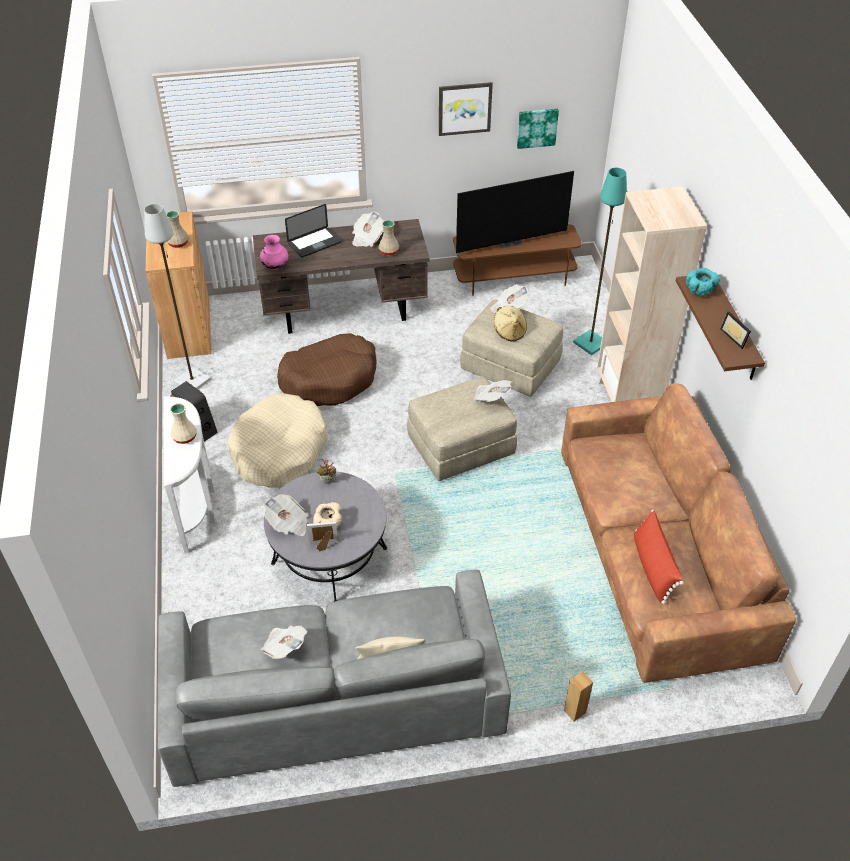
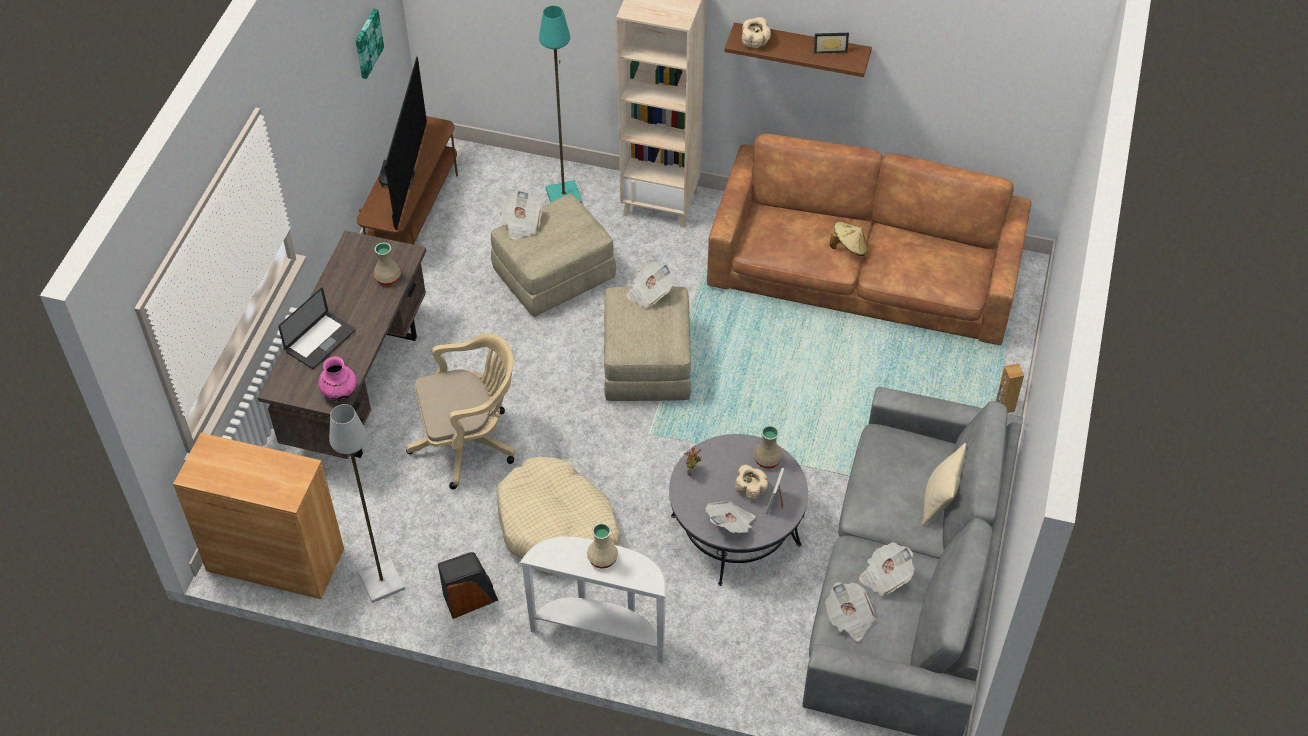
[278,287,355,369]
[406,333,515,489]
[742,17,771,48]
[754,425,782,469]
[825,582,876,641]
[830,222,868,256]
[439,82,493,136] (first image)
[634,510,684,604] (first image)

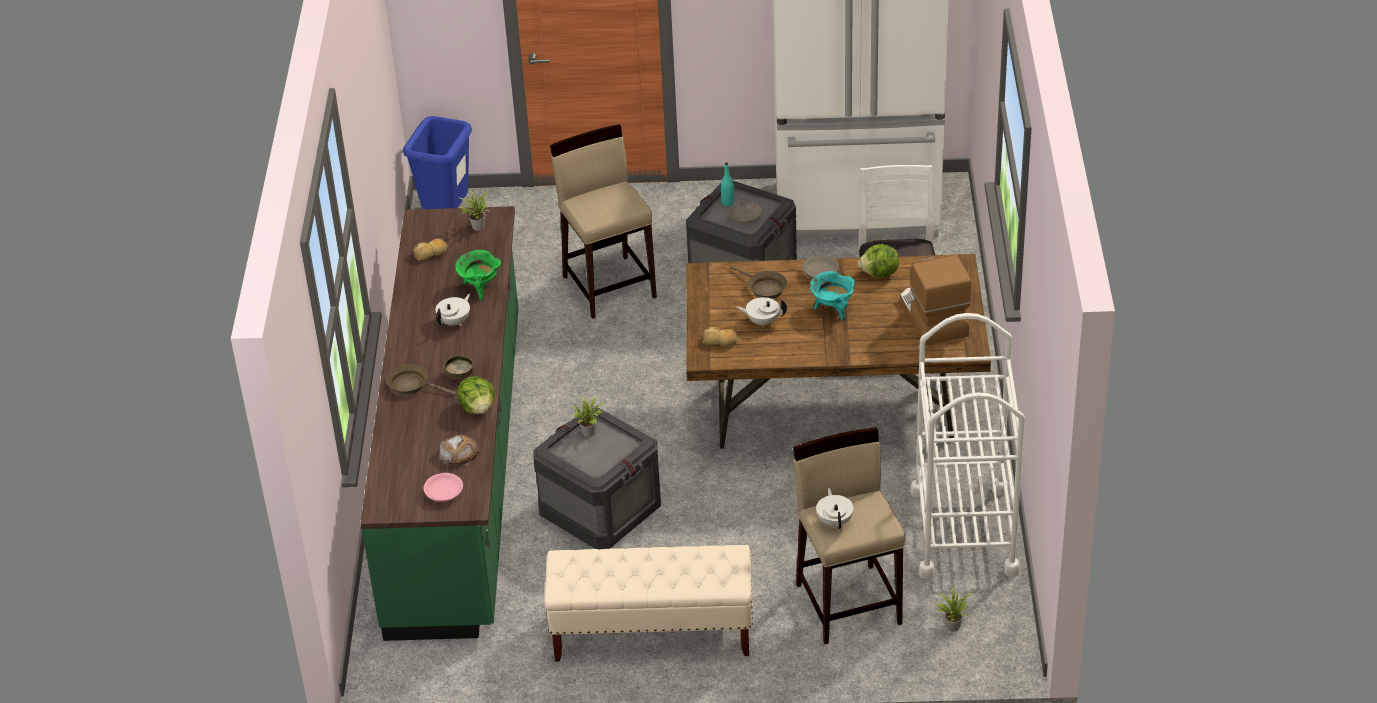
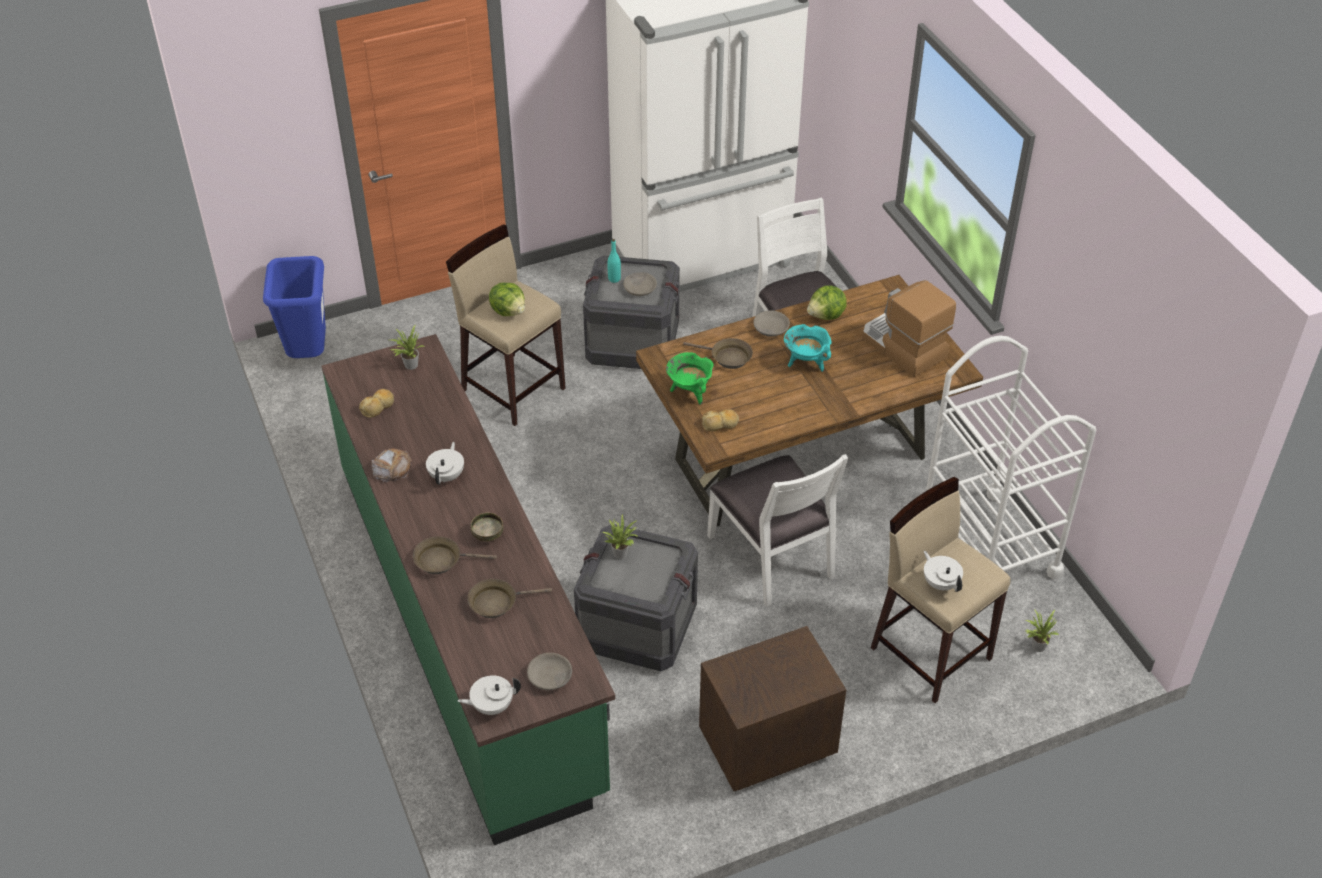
[371,448,412,482]
[458,675,521,715]
[467,579,552,618]
[489,283,525,316]
[527,653,572,690]
[666,352,713,405]
[699,626,846,791]
[707,454,848,607]

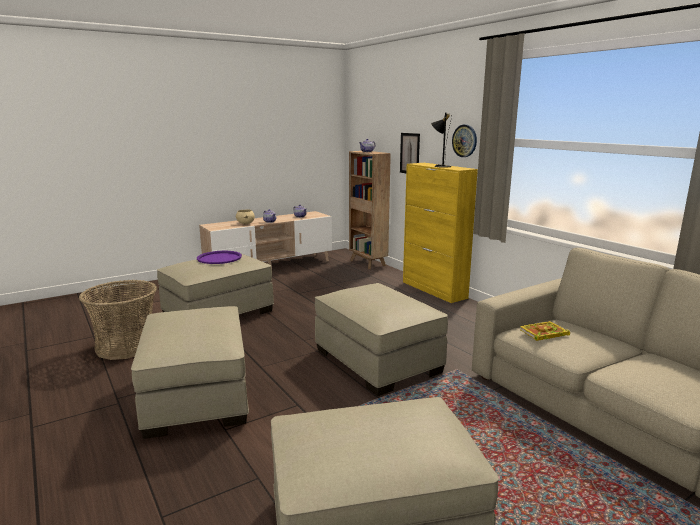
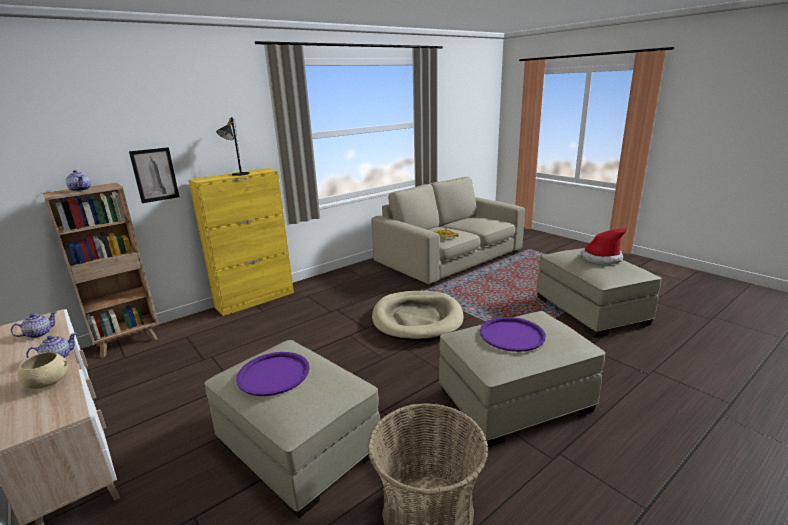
[372,291,464,341]
[480,317,546,352]
[580,228,627,265]
[452,125,477,157] (first image)

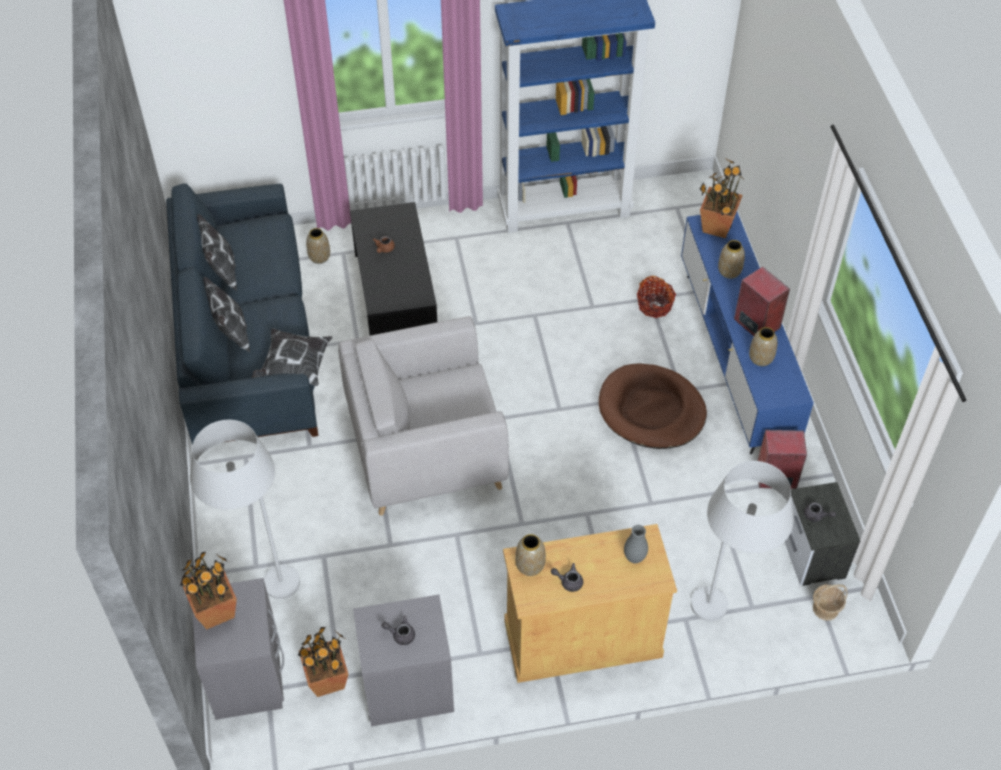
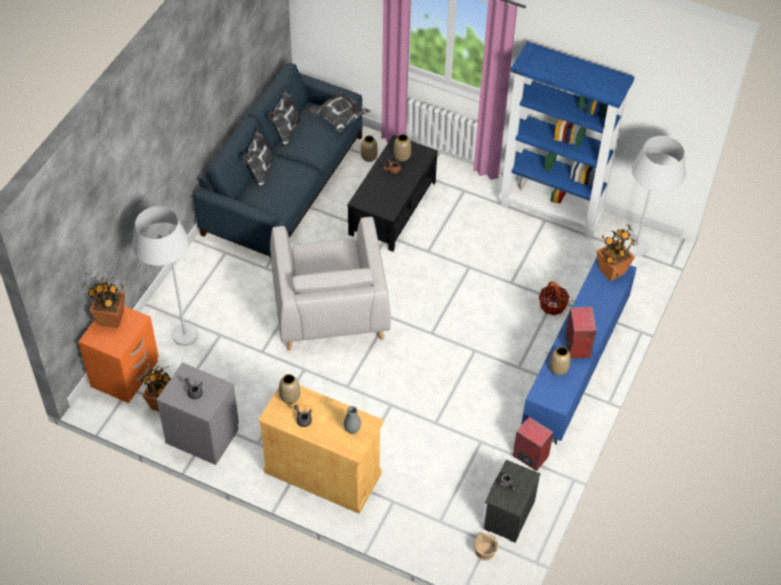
[78,306,159,403]
[270,217,391,351]
[308,92,371,132]
[394,134,411,162]
[625,136,686,256]
[599,363,707,449] (first image)

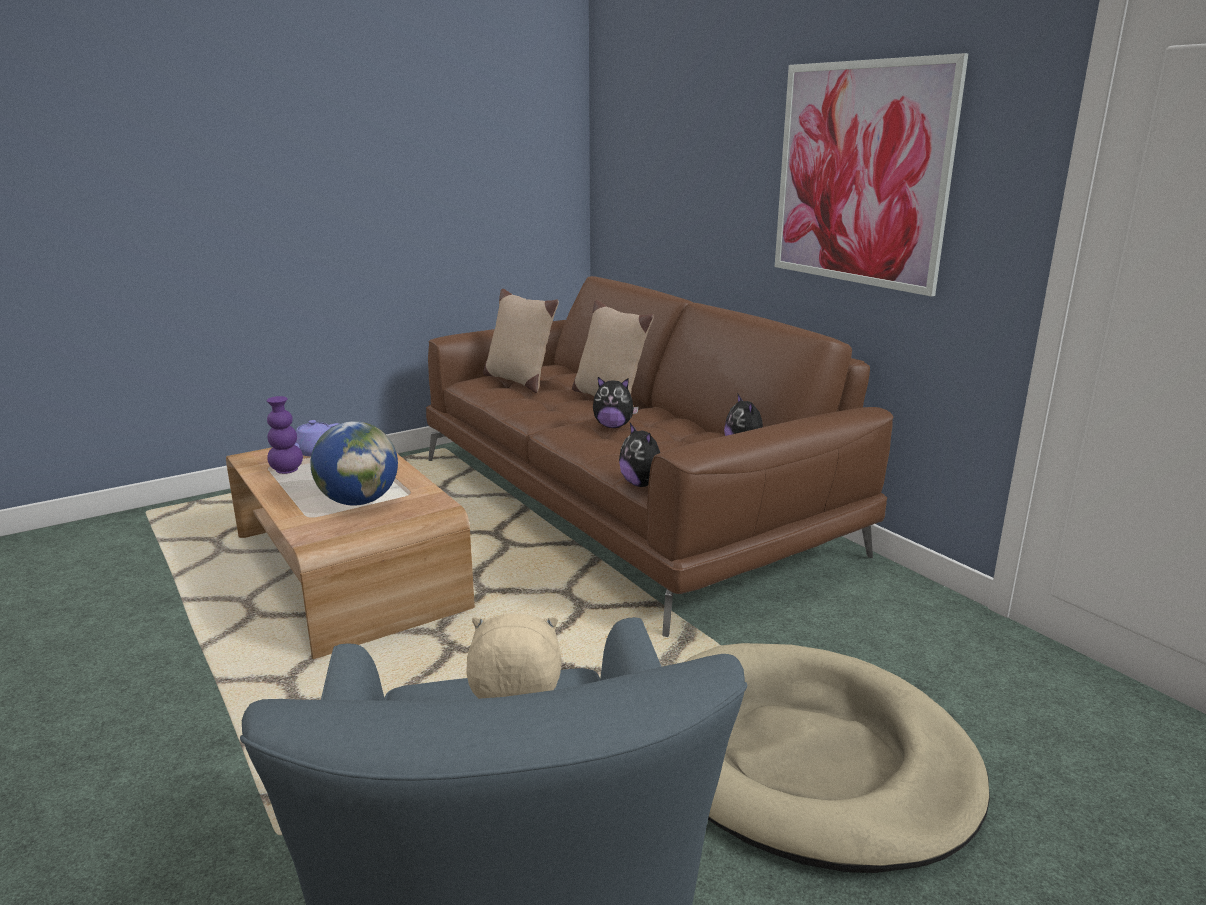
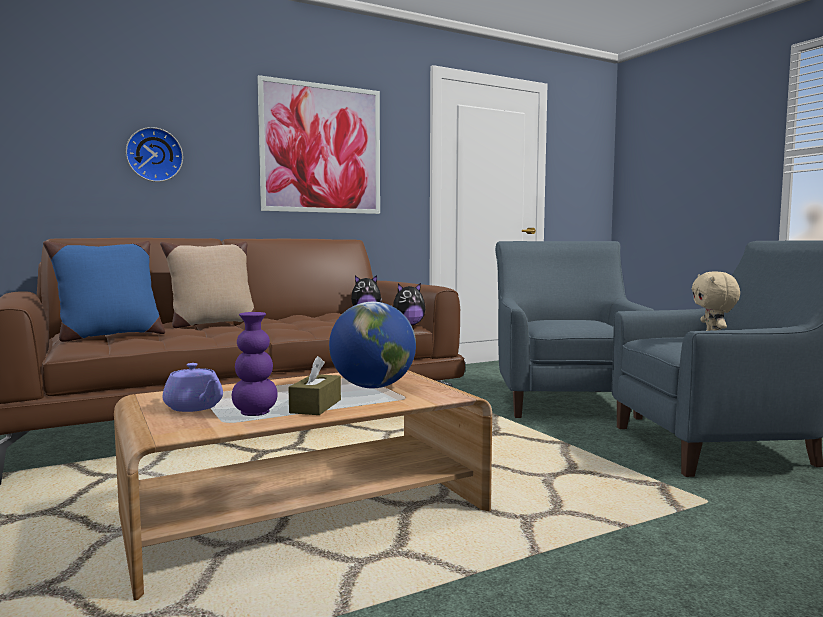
[43,241,165,342]
[126,127,183,182]
[289,356,341,415]
[495,241,654,419]
[593,377,639,428] (first image)

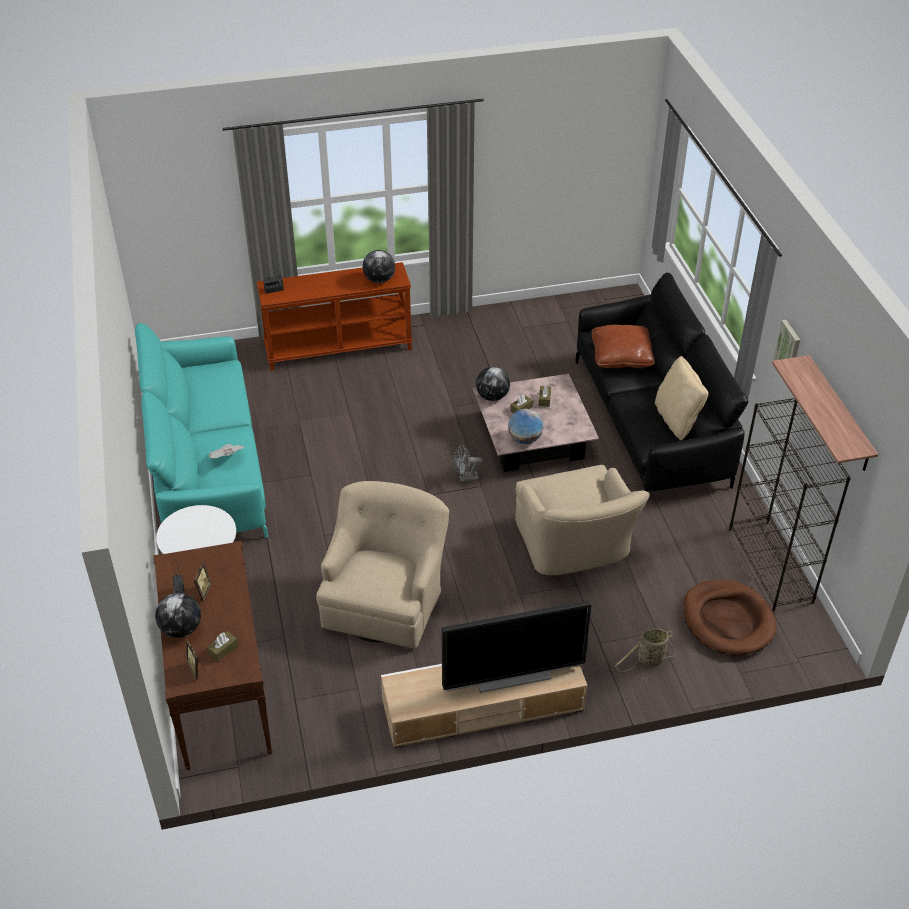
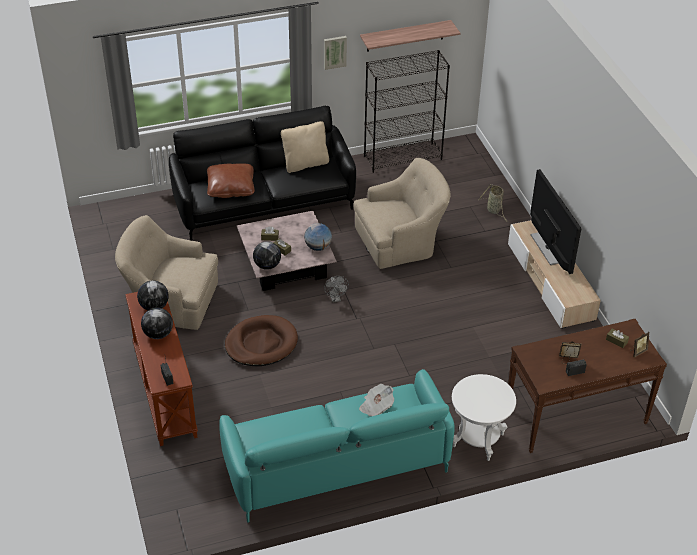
[115,215,218,330]
[141,308,173,339]
[225,315,298,366]

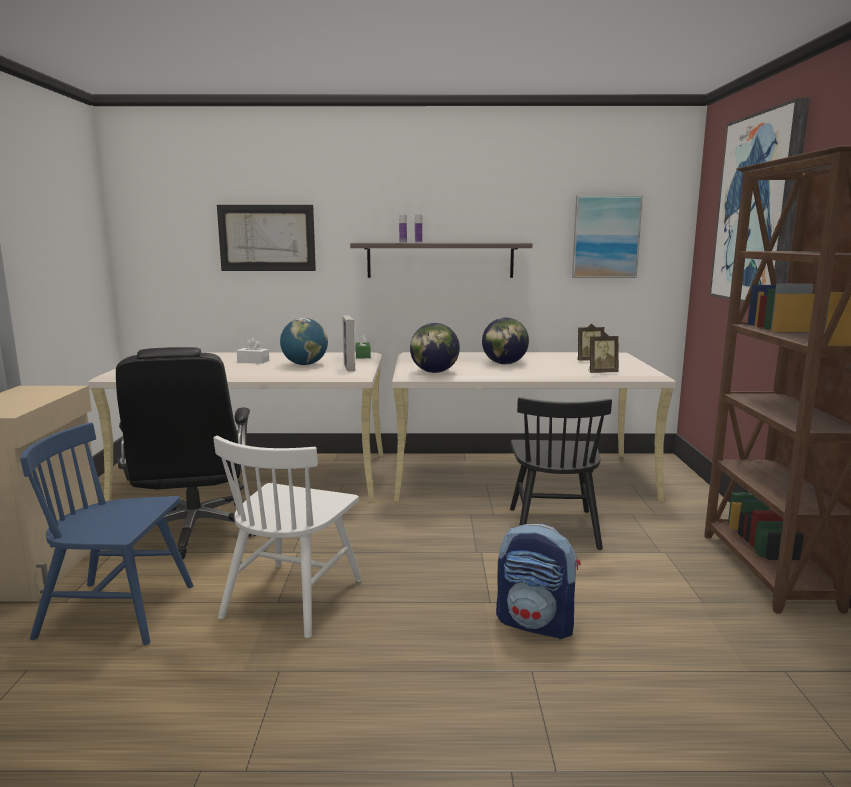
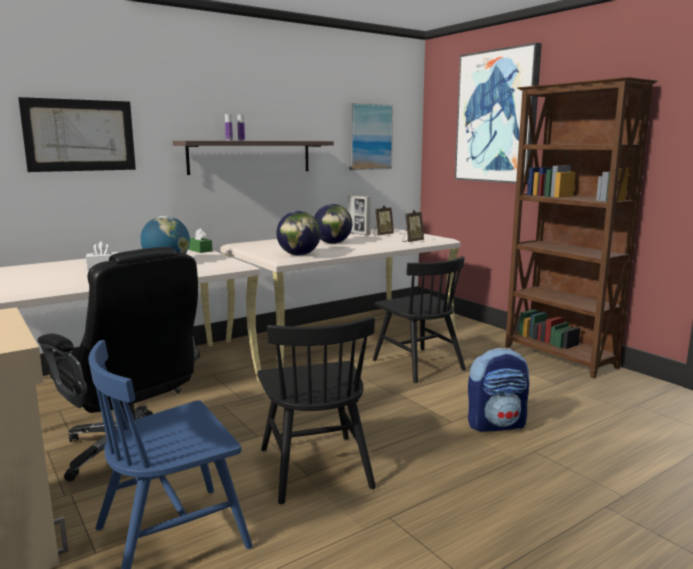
[257,316,376,504]
[348,195,371,235]

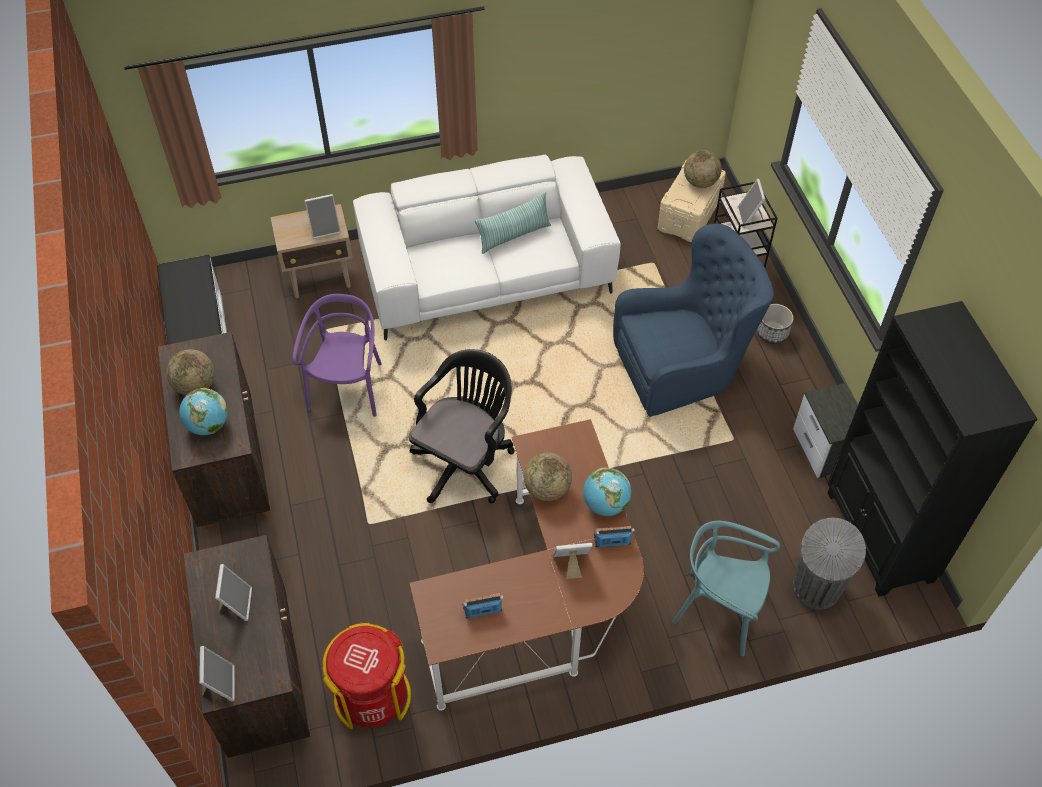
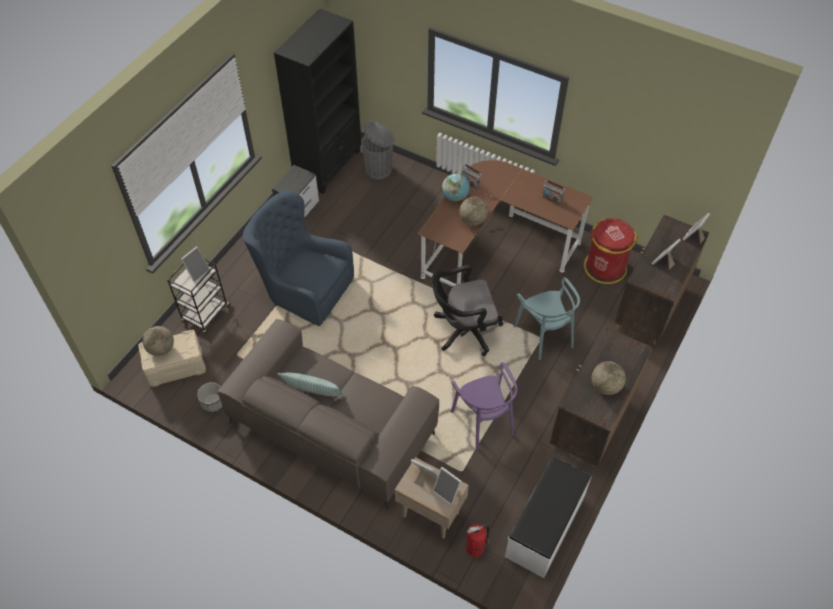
[197,382,223,413]
[218,319,439,509]
[433,467,461,505]
[451,362,517,450]
[466,524,489,557]
[514,277,580,360]
[179,388,228,435] (first image)

